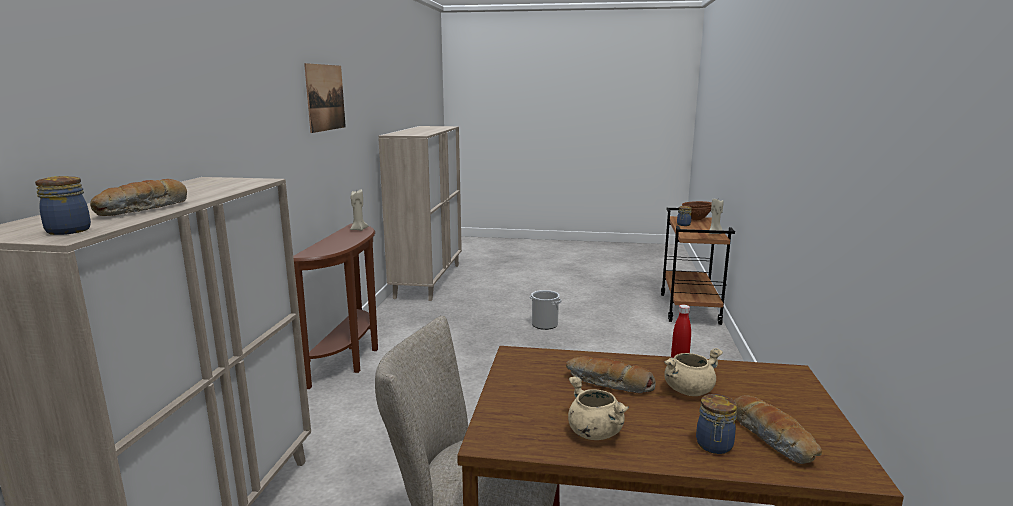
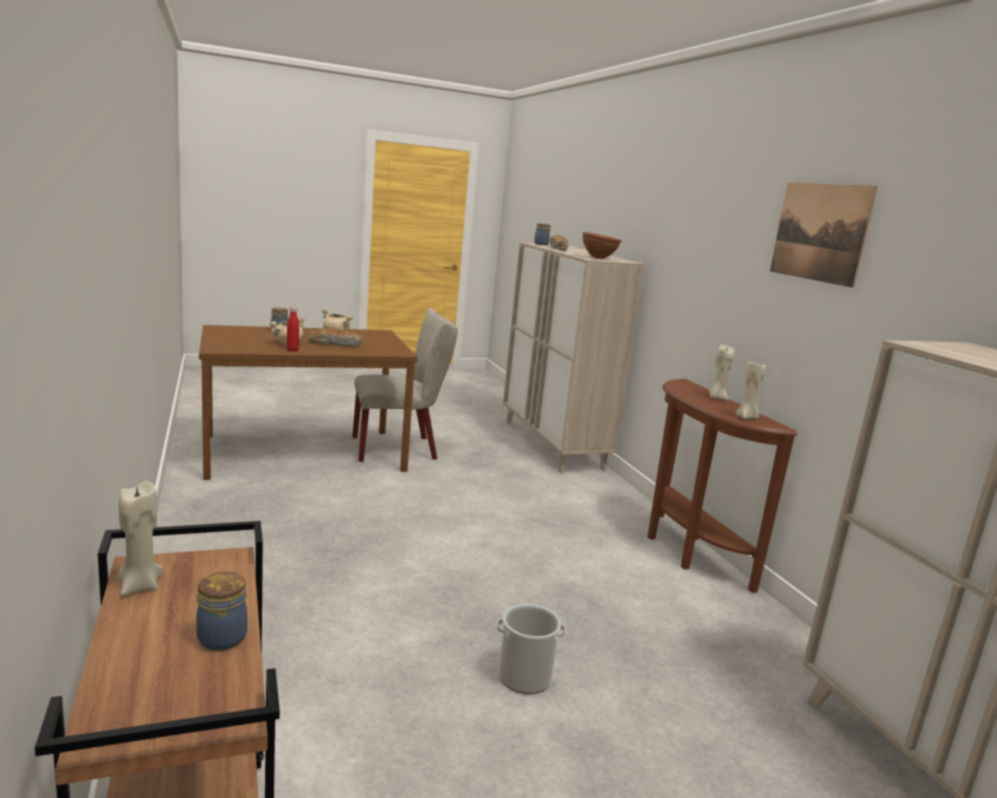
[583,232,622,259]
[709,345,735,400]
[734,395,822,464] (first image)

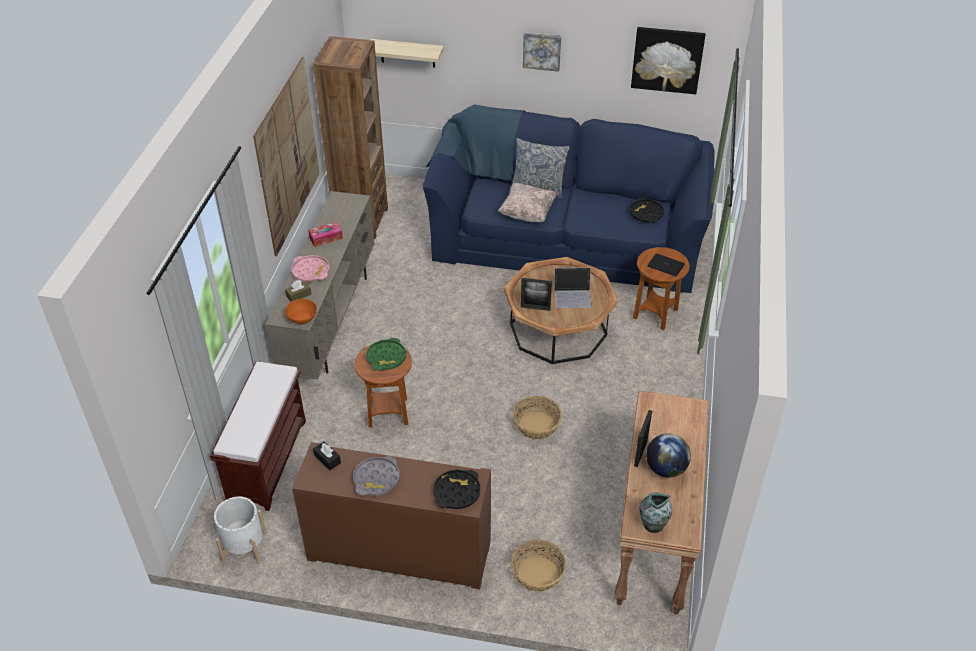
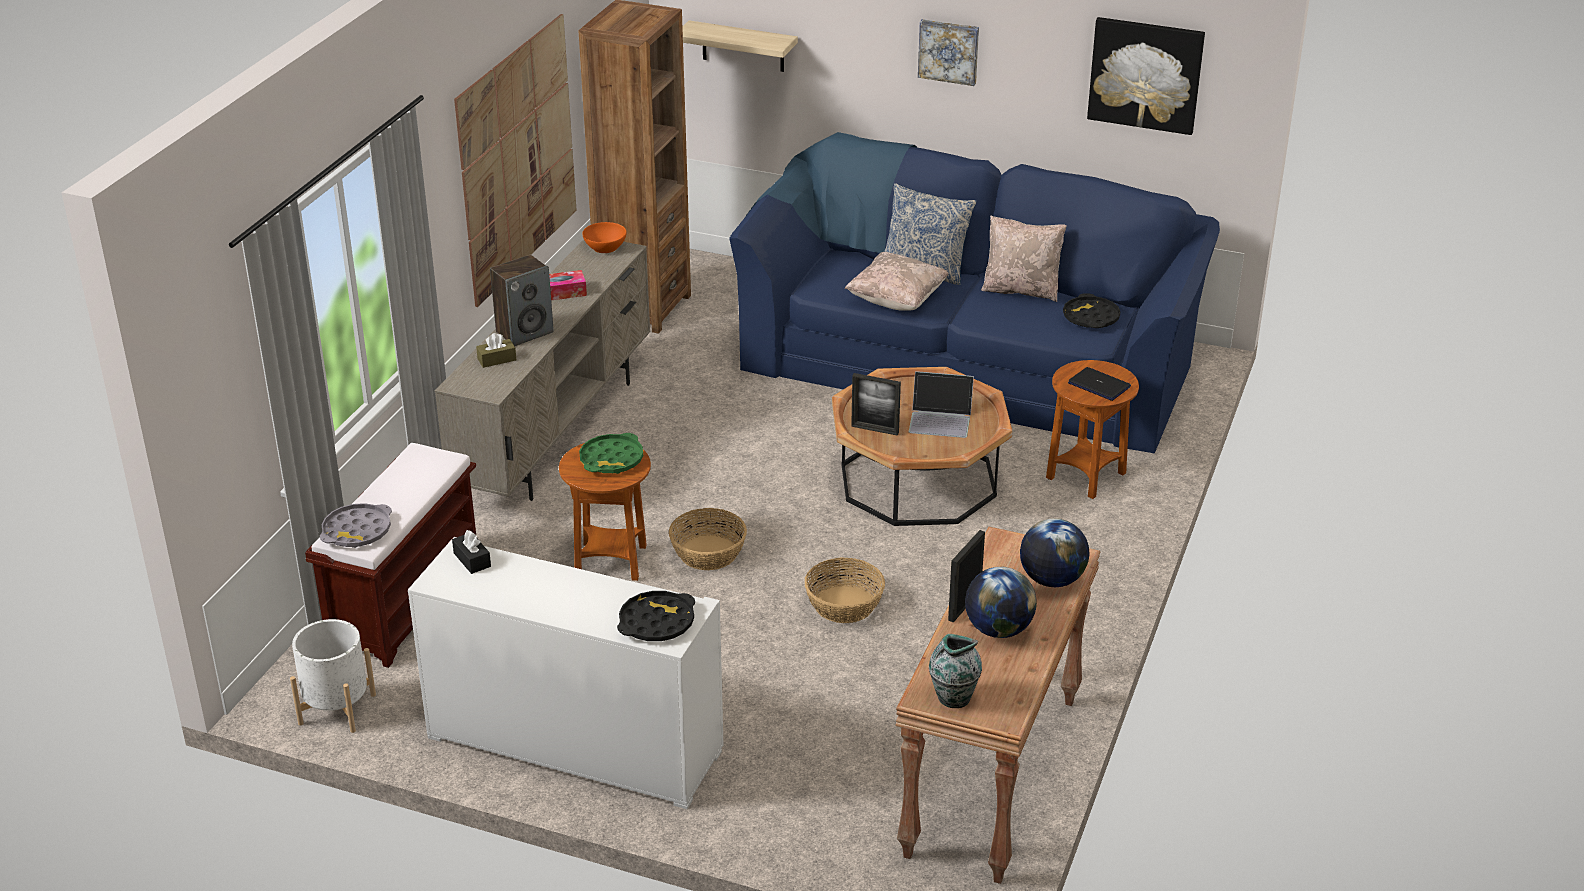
[320,503,392,548]
[408,537,723,809]
[490,255,554,346]
[582,222,627,253]
[669,508,747,570]
[981,216,1067,302]
[1020,518,1089,587]

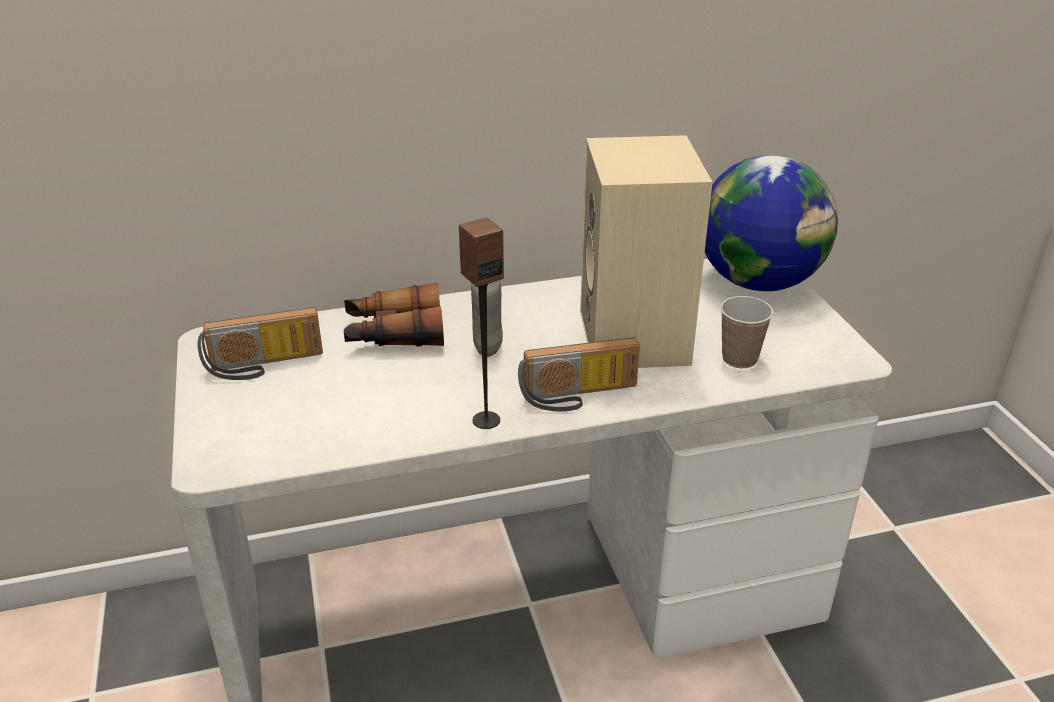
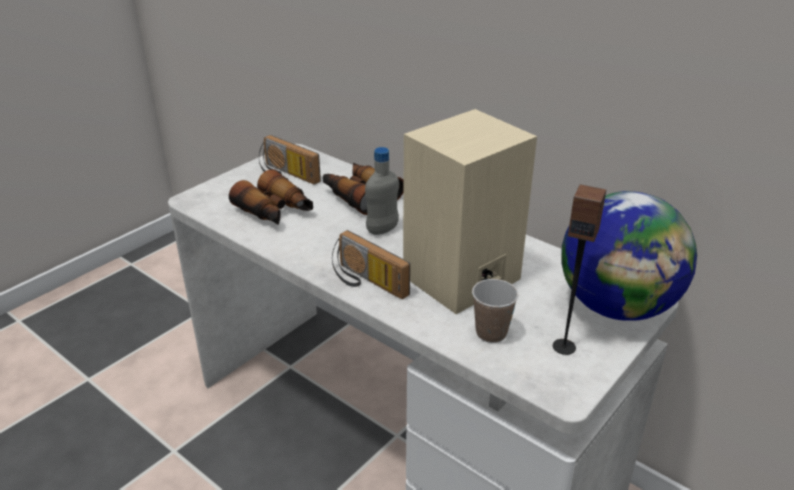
[229,169,313,225]
[553,184,606,355]

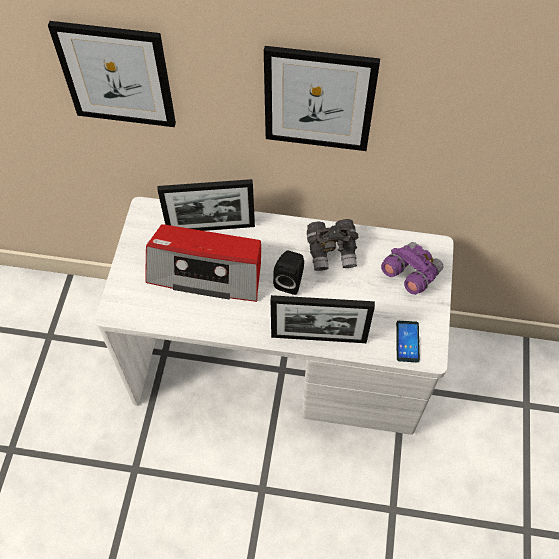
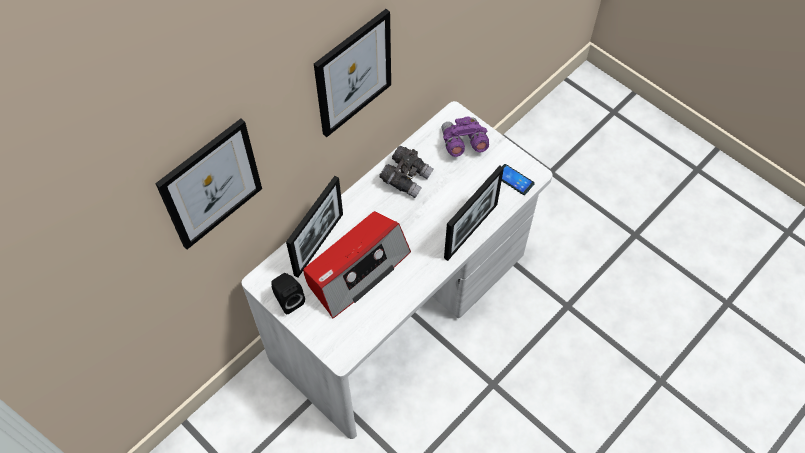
[271,273,305,314]

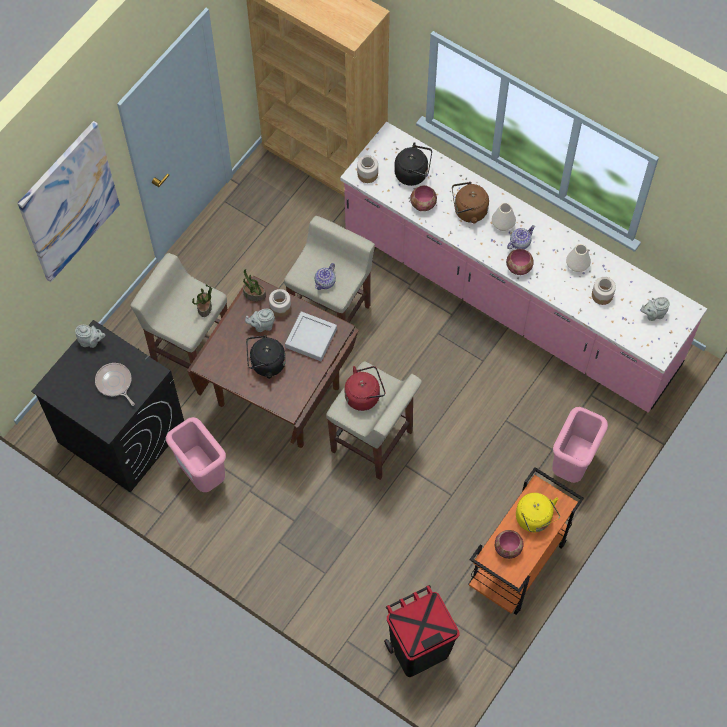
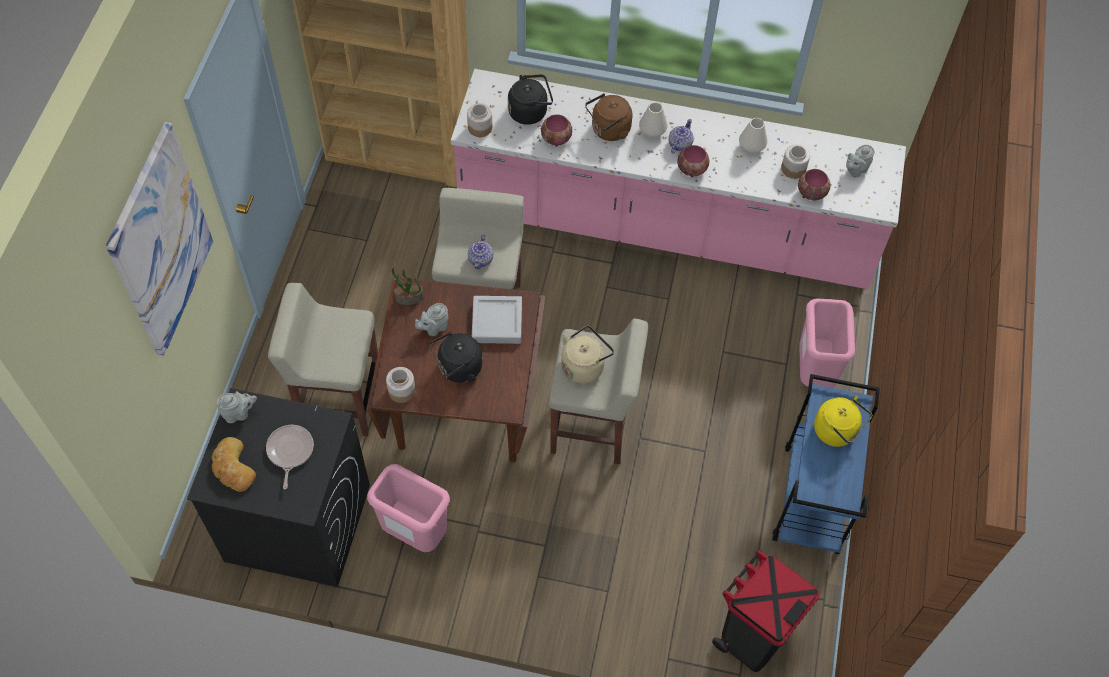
[212,437,256,492]
[266,425,314,489]
[386,367,416,403]
[561,325,614,384]
[772,374,880,554]
[798,169,831,201]
[192,284,213,317] (first image)

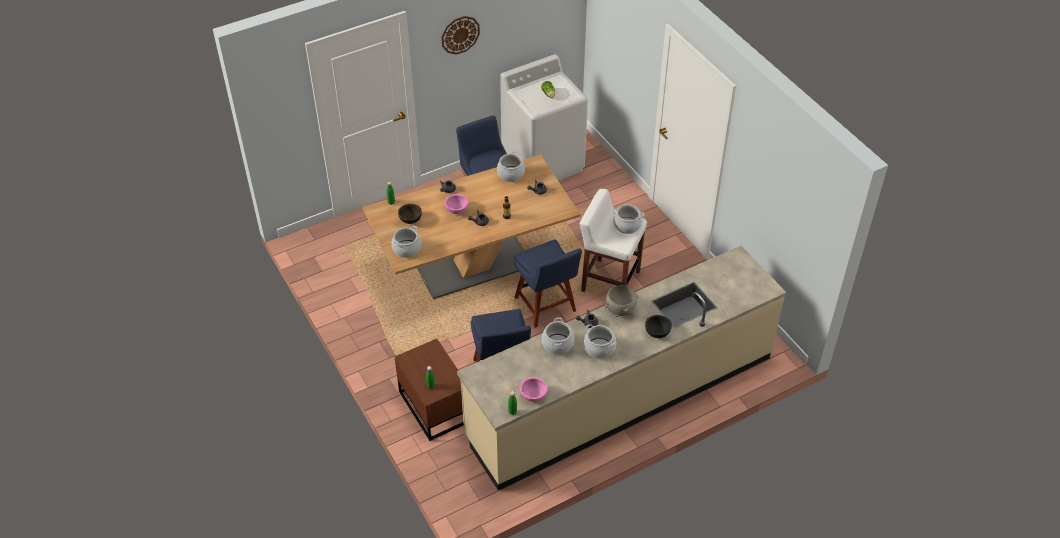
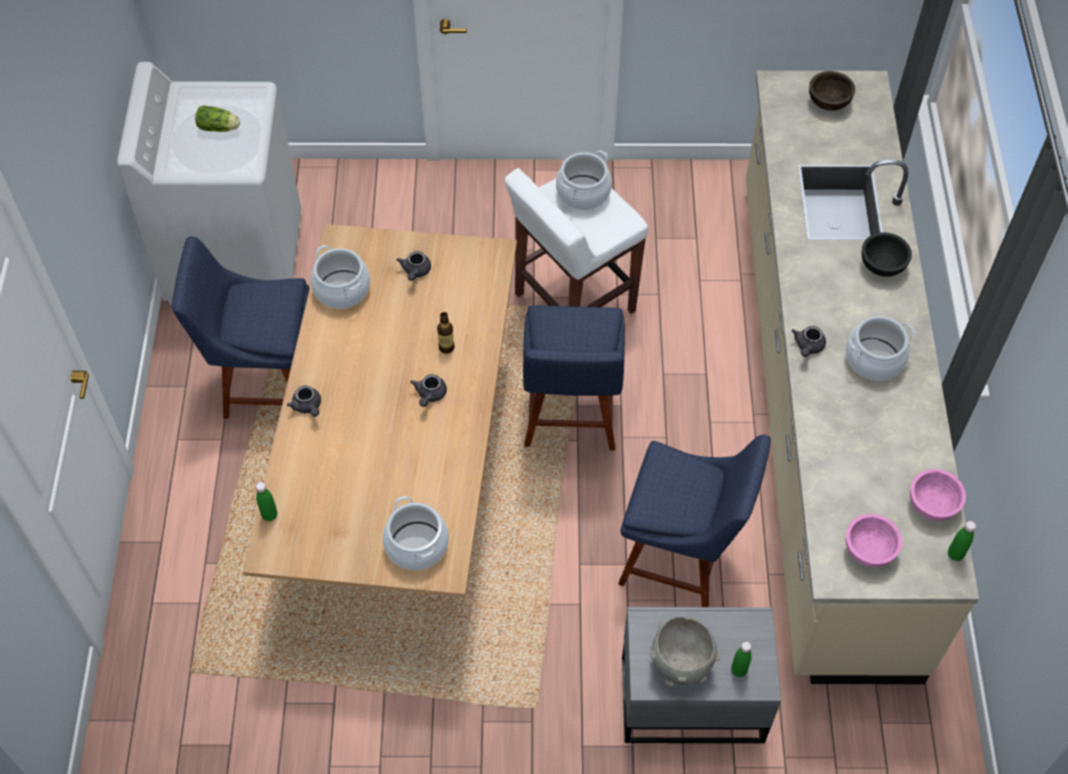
[523,305,625,450]
[622,607,781,743]
[650,617,720,687]
[809,71,855,111]
[846,514,903,567]
[441,16,480,55] (first image)
[542,317,574,355] (first image)

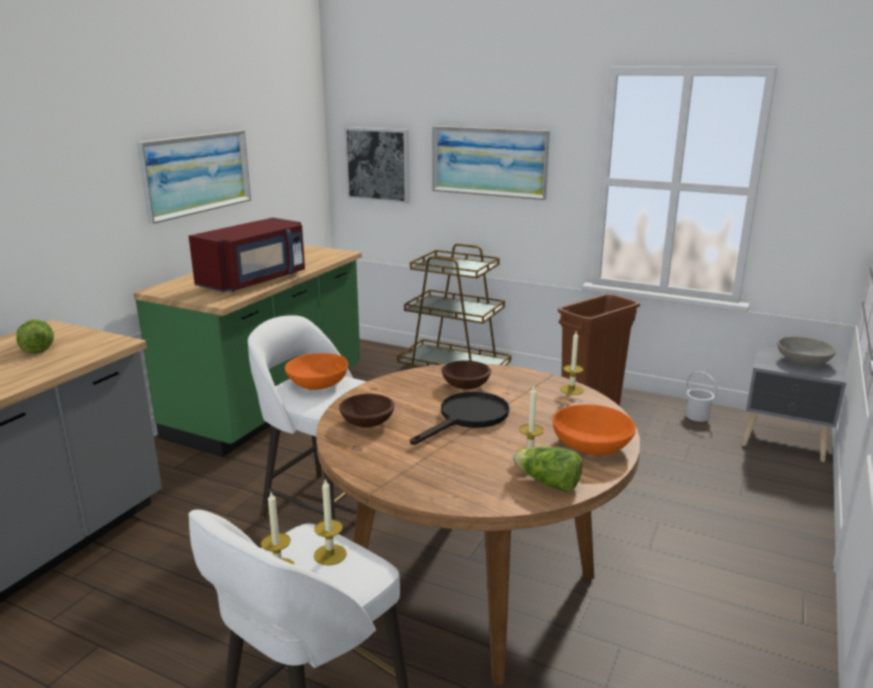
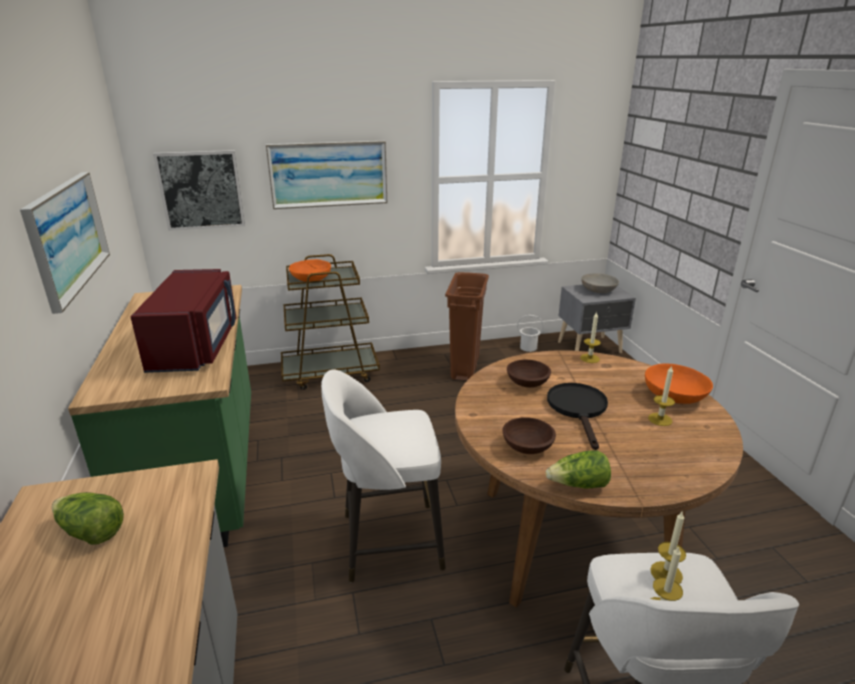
[289,259,331,282]
[546,450,611,489]

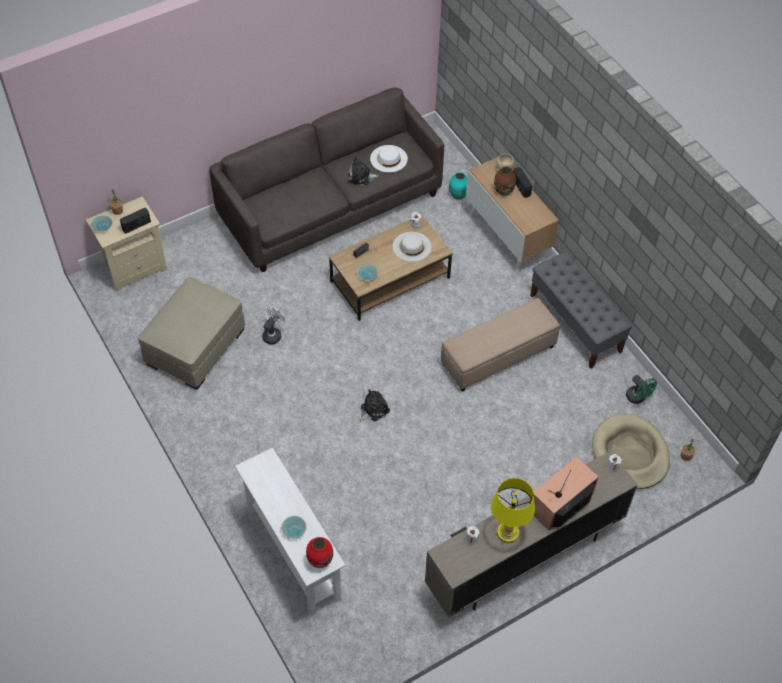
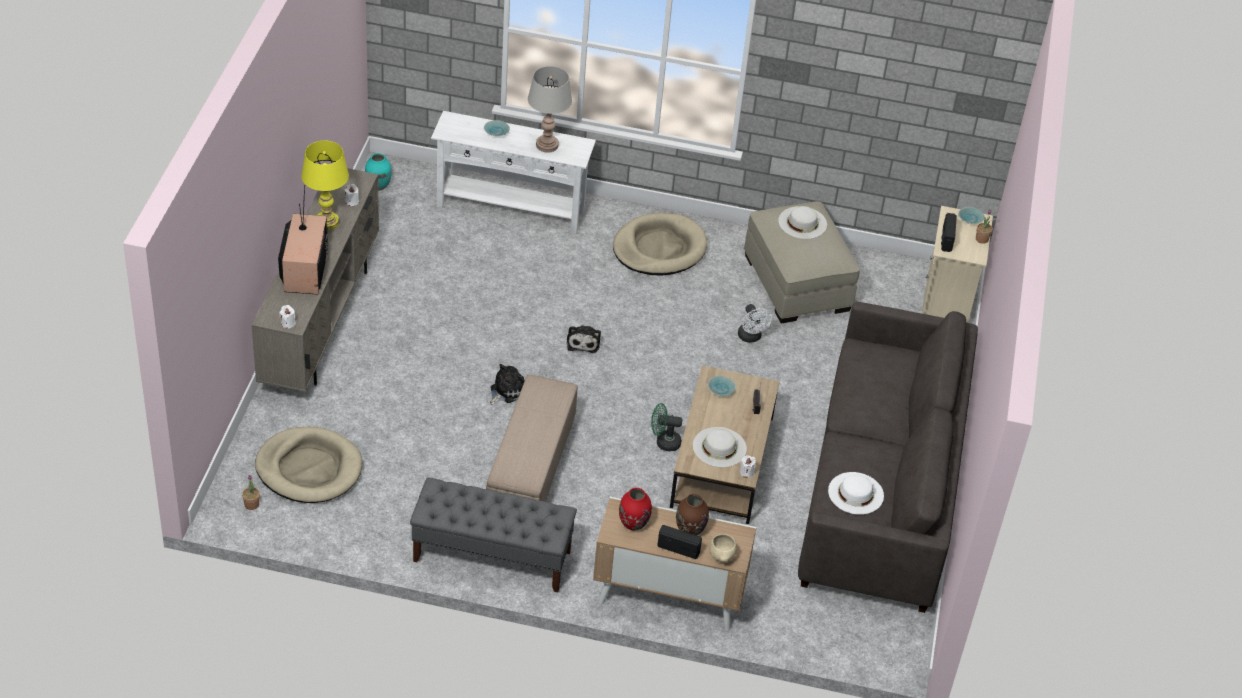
[365,153,392,191]
[490,364,525,405]
[528,66,572,153]
[613,213,707,275]
[619,488,652,531]
[651,403,682,451]
[778,206,827,239]

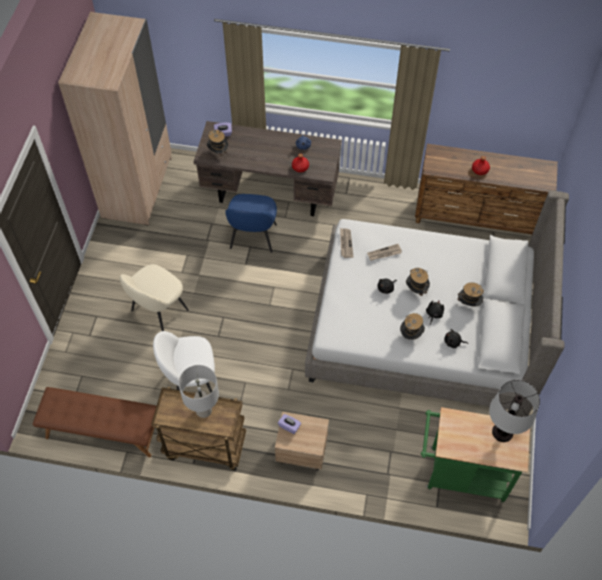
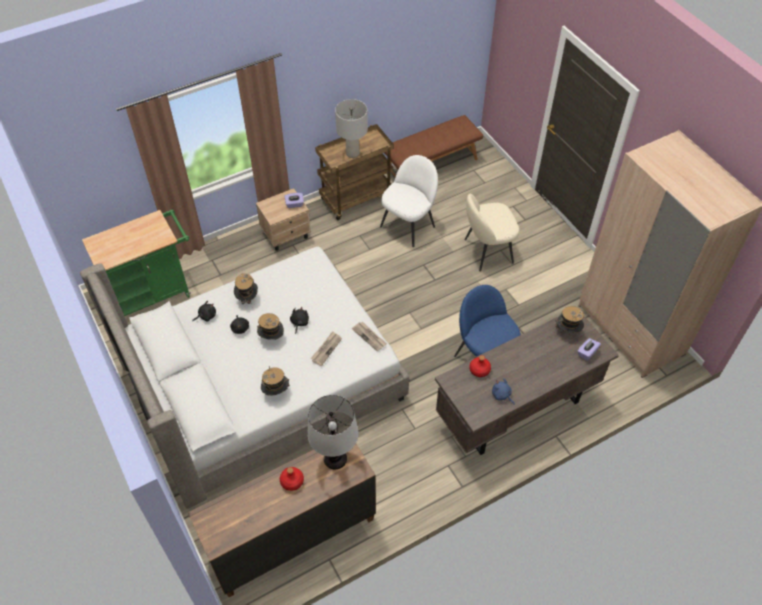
[261,366,290,396]
[307,395,359,470]
[464,194,520,271]

